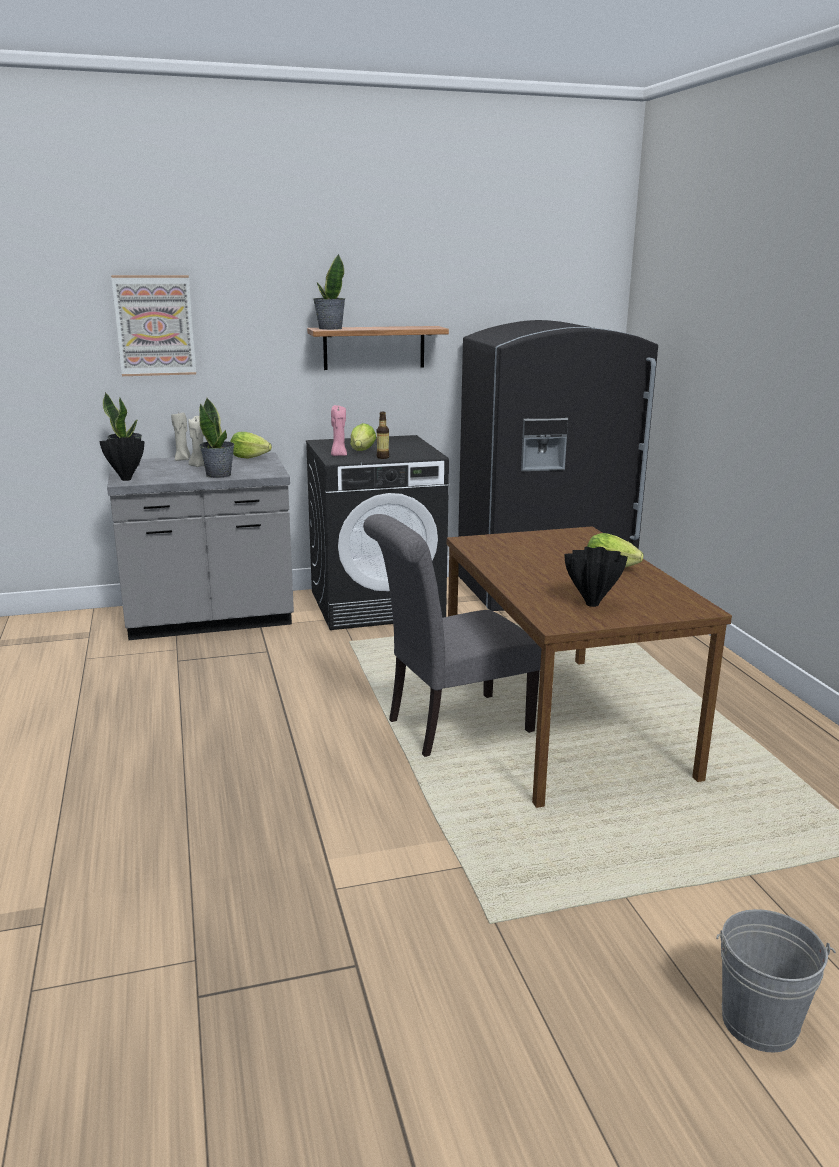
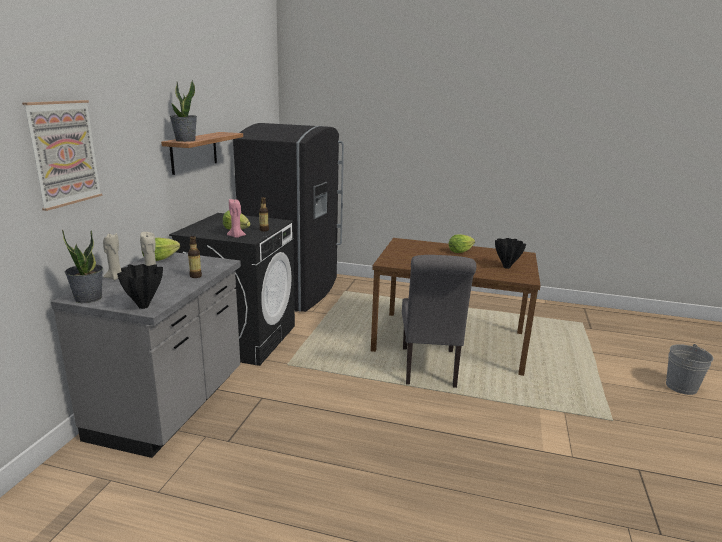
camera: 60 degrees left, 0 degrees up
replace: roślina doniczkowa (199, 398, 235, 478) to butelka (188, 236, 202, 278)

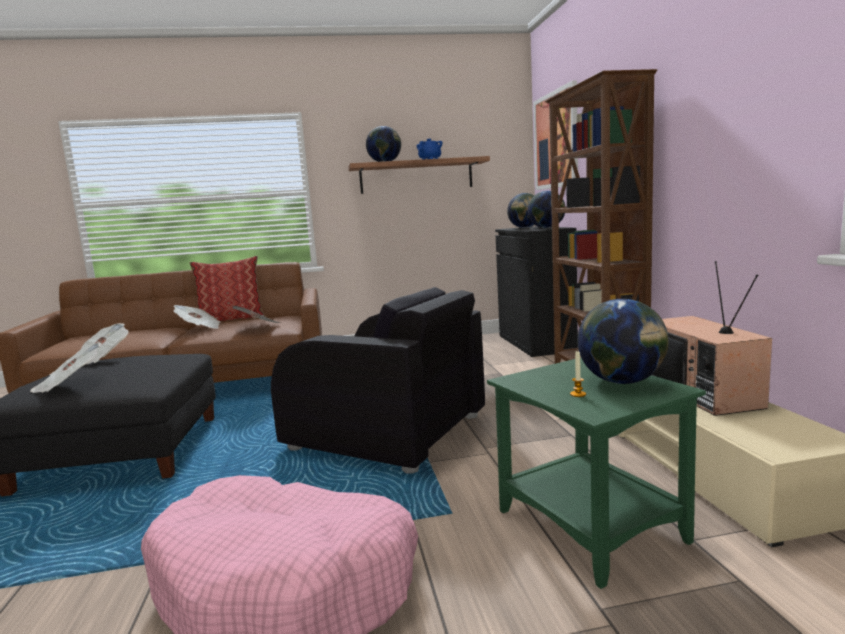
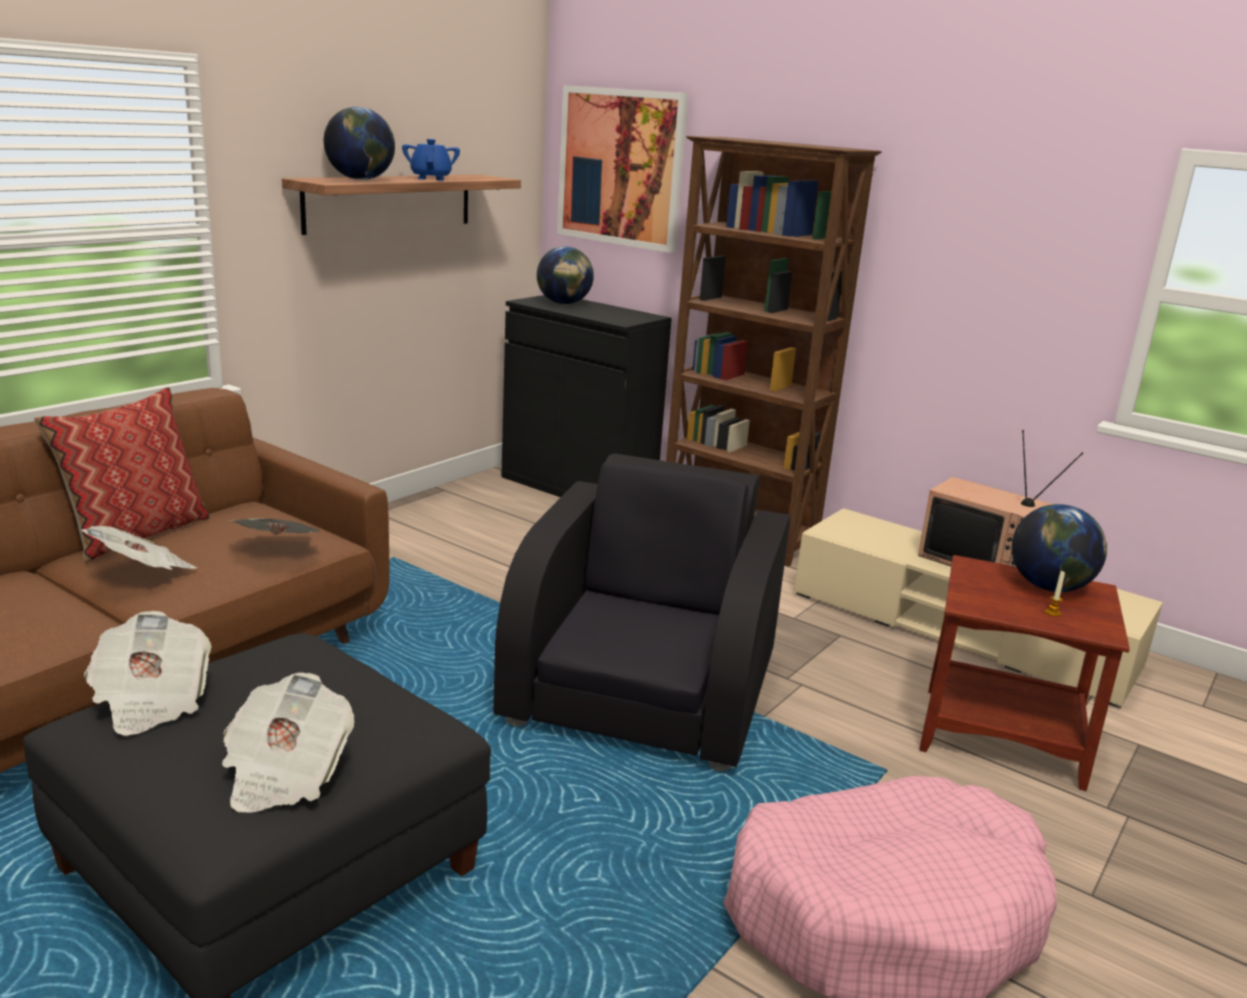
camera: 45 degrees left, 10 degrees up
delete: globus (528, 191, 566, 228)
recolor: stolik [zielony] (487, 358, 706, 589) to stolik [brązowy] (919, 555, 1130, 791)
rotate: fotel [czarny] (271, 287, 485, 474) = (494, 454, 790, 771) 60 degrees counterclockwise

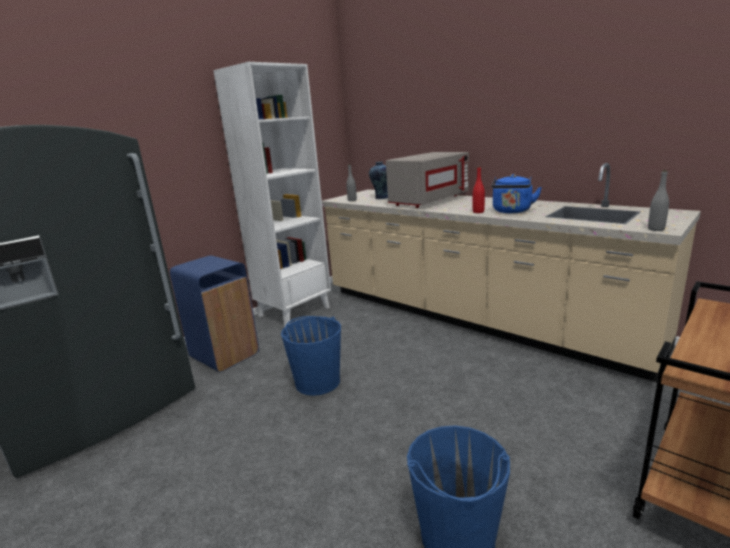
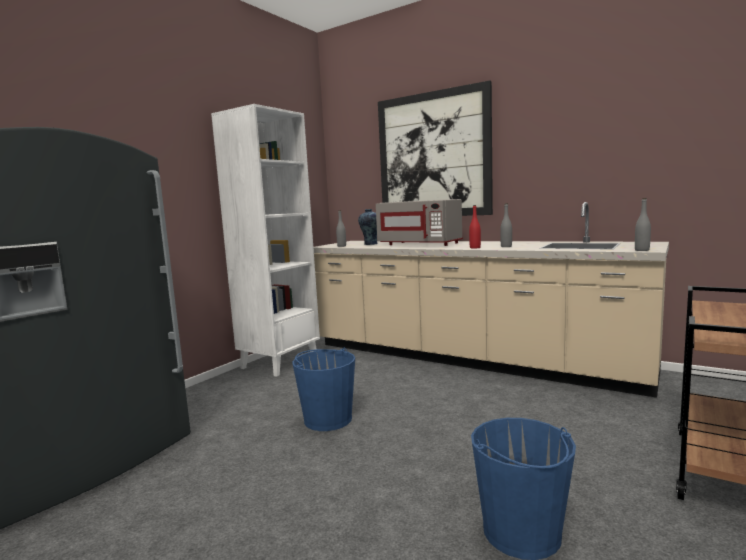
camera: 10 degrees left, 10 degrees down
delete: kosz na śmieci [niebieski] (170, 256, 259, 372)
insert: obraz (378, 80, 493, 216)
replace: czajnik [niebieski] (491, 174, 542, 213) to butelka [szary] (500, 203, 512, 247)
rotate: mikrofalówka [szary] (386, 152, 469, 208) = (376, 199, 463, 246) 90 degrees clockwise

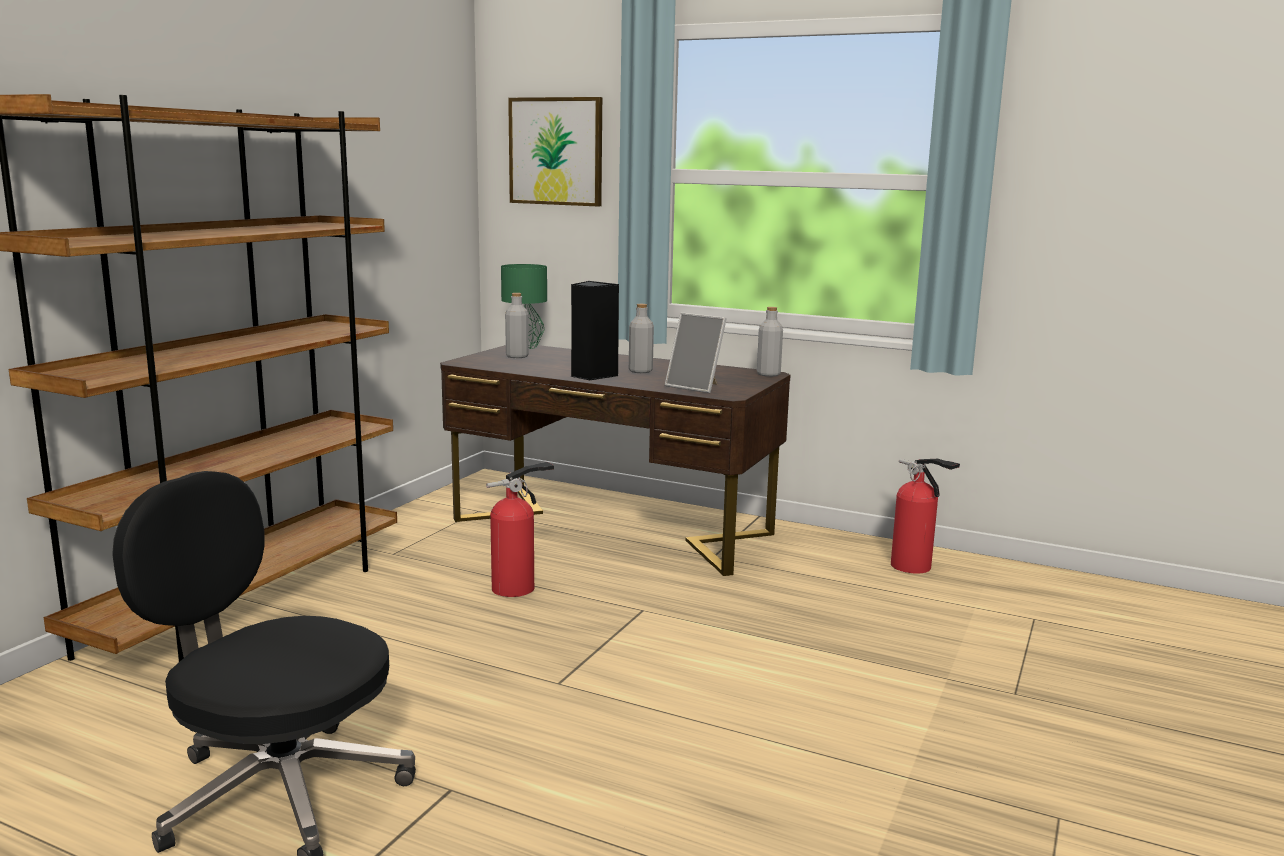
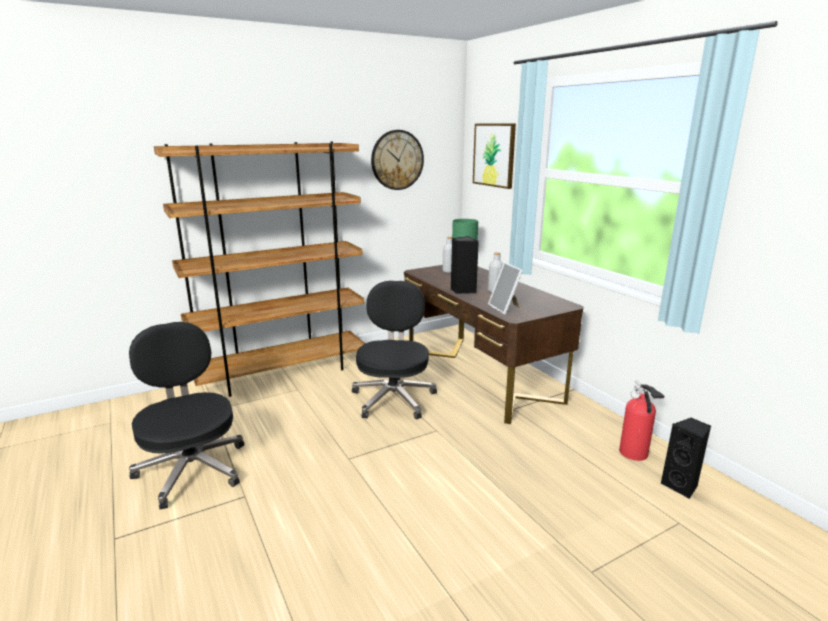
camera: 35 degrees right, 5 degrees up
delete: butelka [szary] (757, 307, 783, 377)
insert: zegar ścienny (371, 130, 424, 190); głośnik [czarny] (661, 417, 711, 499)
replace: gaśnica (486, 462, 554, 597) to krzesło biurowe [czarny] (352, 281, 437, 419)

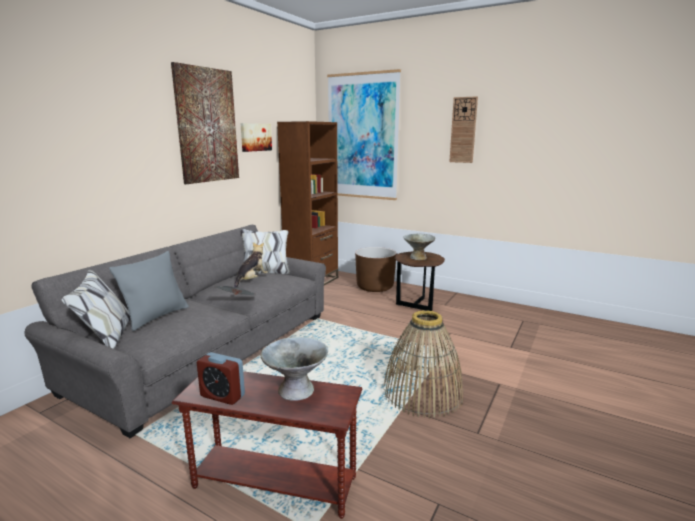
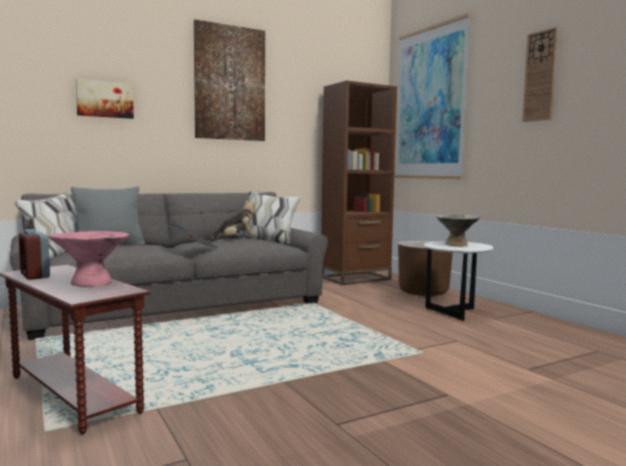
camera: 30 degrees right, 10 degrees down
delete: koszyk (384, 310, 464, 418)
move: obraz (240, 123, 272, 152) to (76, 79, 134, 119)
recolor: miska [szary] (260, 337, 328, 401) to miska [różowy] (48, 231, 129, 287); stolik [brązowy] (395, 252, 445, 311) to stolik [biały] (424, 241, 493, 321)

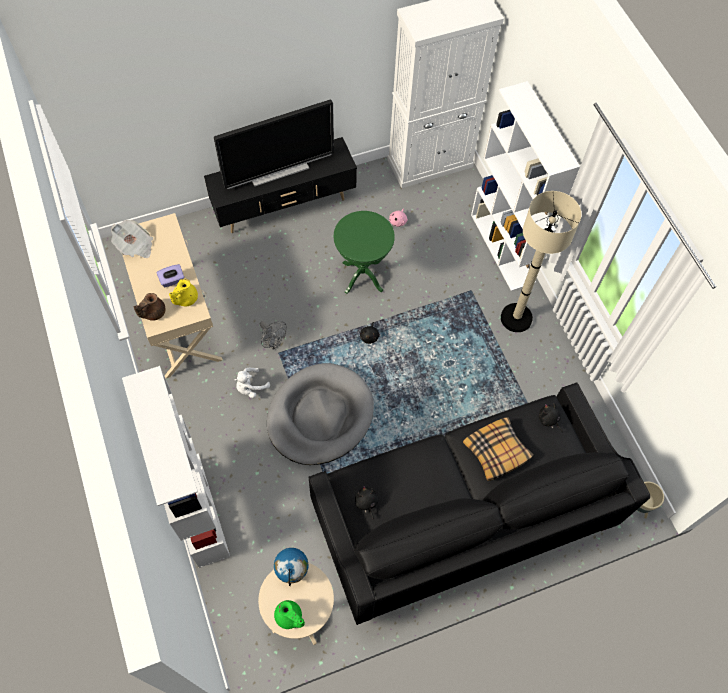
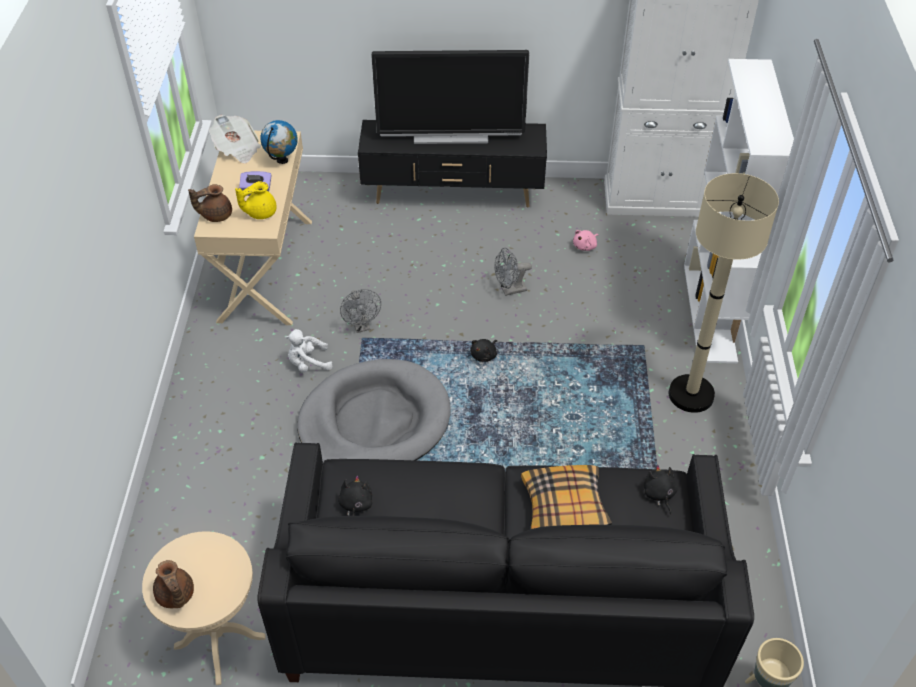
camera: 25 degrees right, 15 degrees down
delete: regał [biały] (122, 366, 230, 568)
move: globus (274, 548, 308, 586) to (260, 120, 298, 164)
replace: stolik [zielony] (334, 211, 395, 294) to wentylator [szary] (495, 248, 532, 296)
recolor: imbryk [zielony] (274, 600, 305, 629) to imbryk [brązowy] (153, 560, 194, 608)

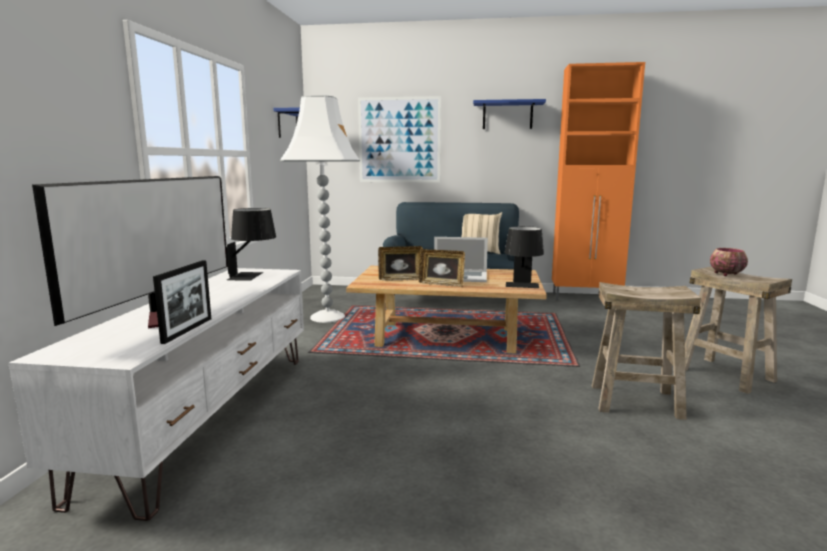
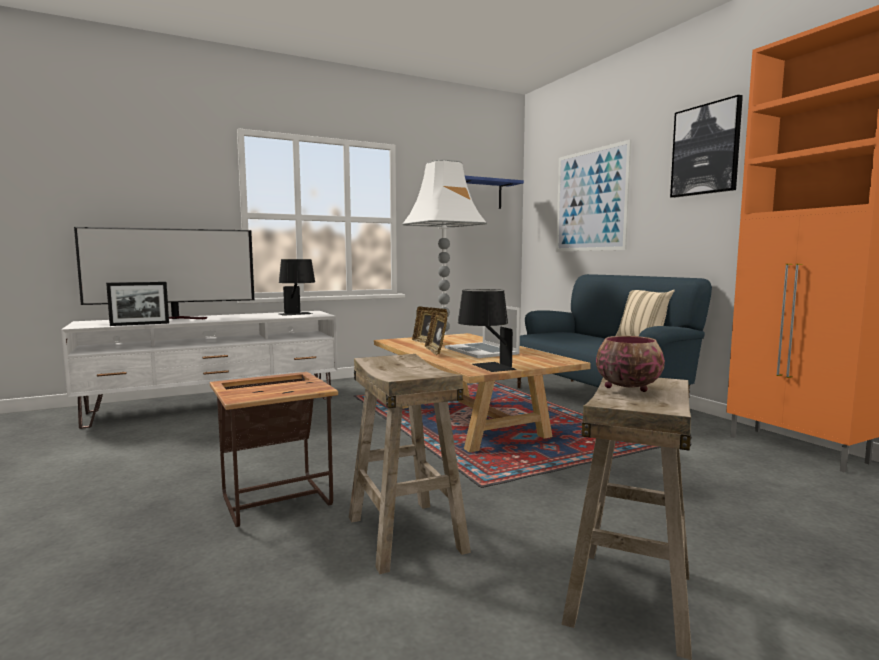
camera: 55 degrees right, 5 degrees down
insert: stolik (210, 372, 338, 527)
replace: półka [niebieski] (473, 99, 546, 129) to obraz (670, 95, 743, 198)

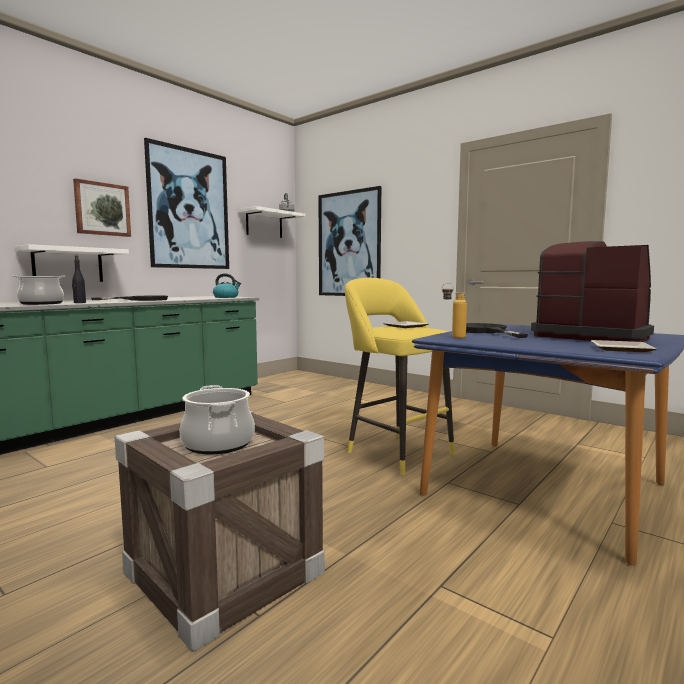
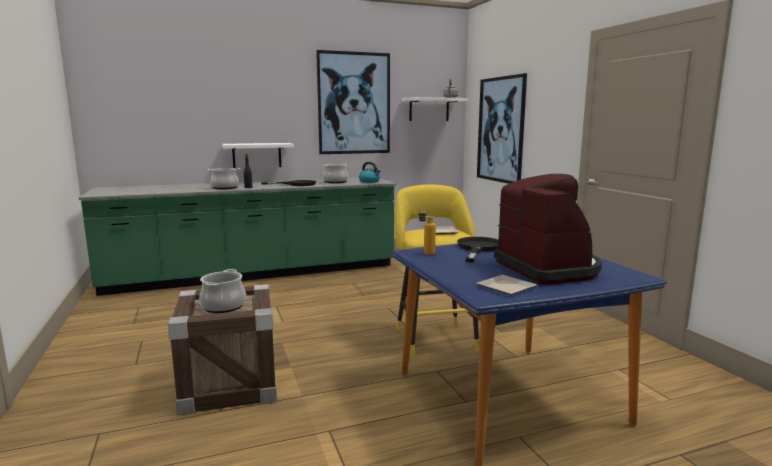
camera: 30 degrees right, 5 degrees up
delete: obraz (73, 178, 131, 237)
insert: garnek (323, 164, 348, 183)

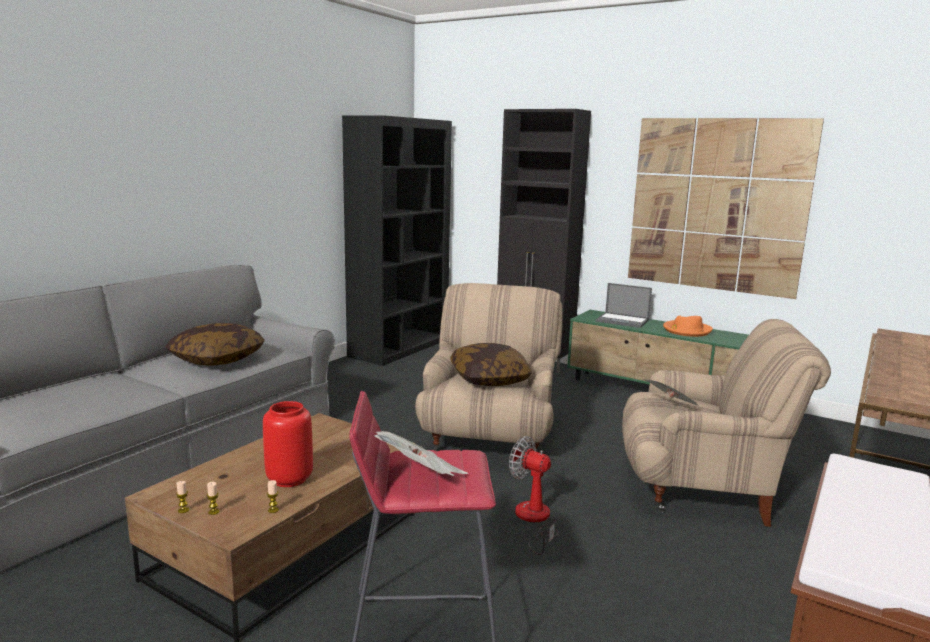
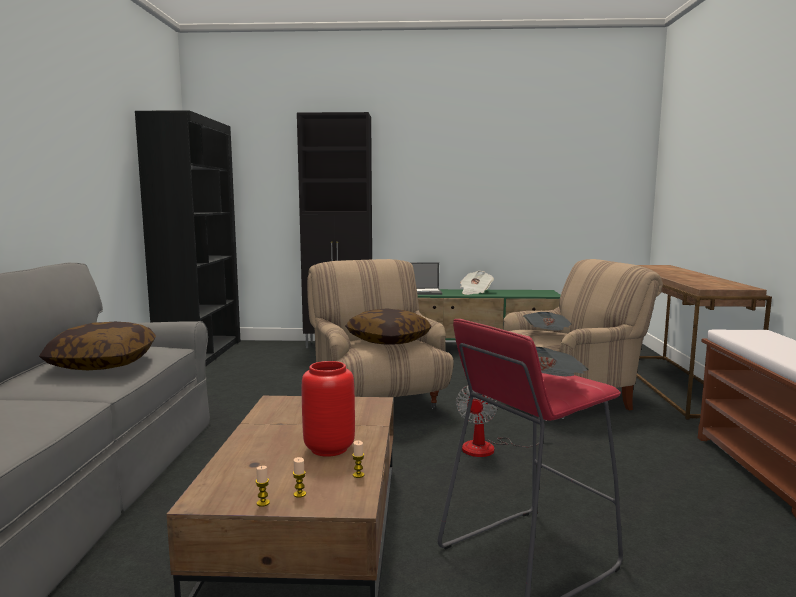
camera: 30 degrees left, 5 degrees down
delete: obraz (628, 118, 824, 299)
replace: kapelusz [pomarańczowy] (663, 315, 713, 337) to gazeta (460, 271, 494, 295)
rotate: wentylator (509, 436, 558, 555) = (456, 385, 547, 457) 75 degrees counterclockwise

